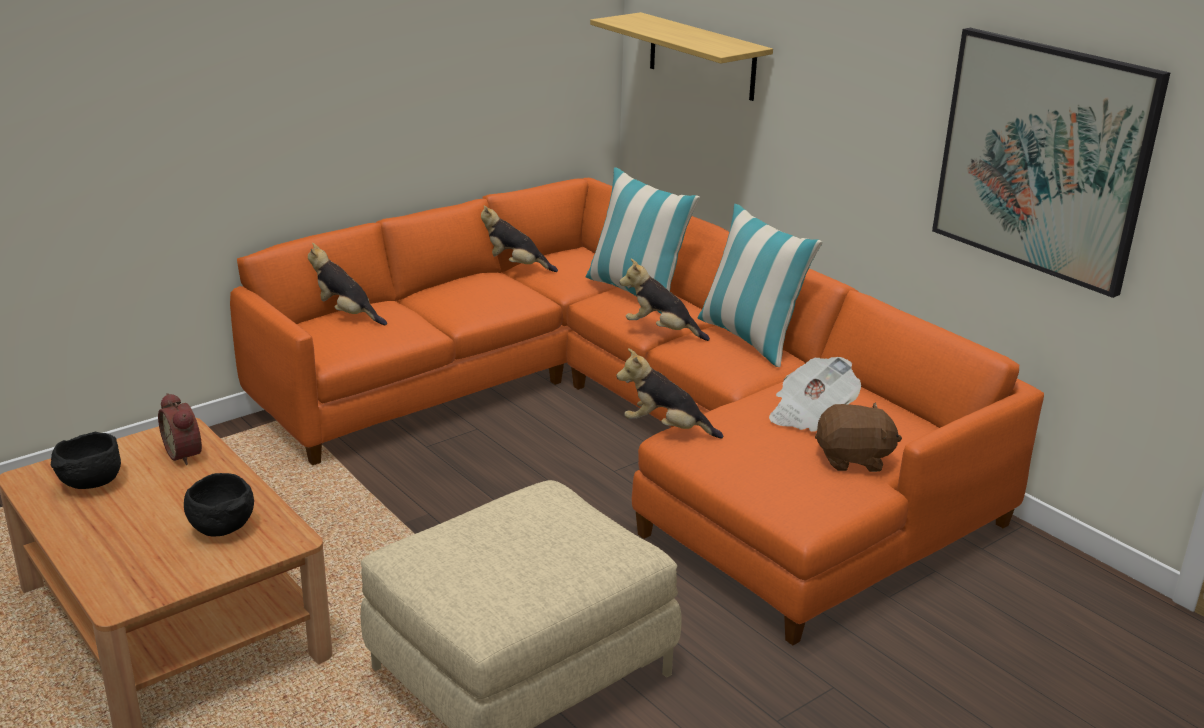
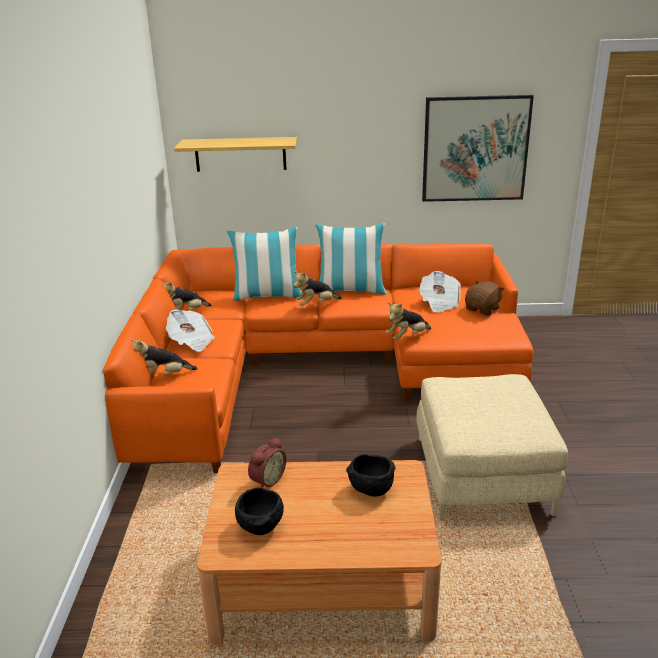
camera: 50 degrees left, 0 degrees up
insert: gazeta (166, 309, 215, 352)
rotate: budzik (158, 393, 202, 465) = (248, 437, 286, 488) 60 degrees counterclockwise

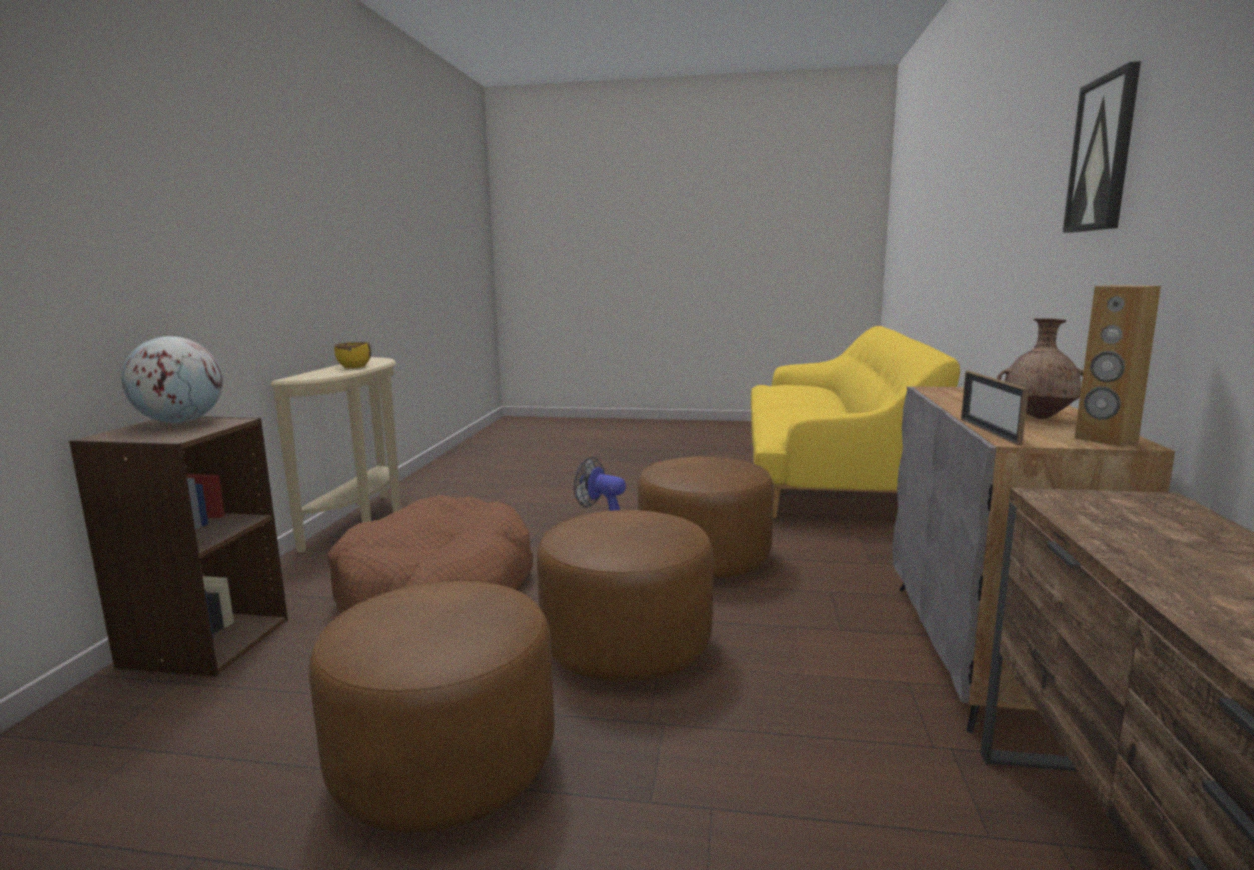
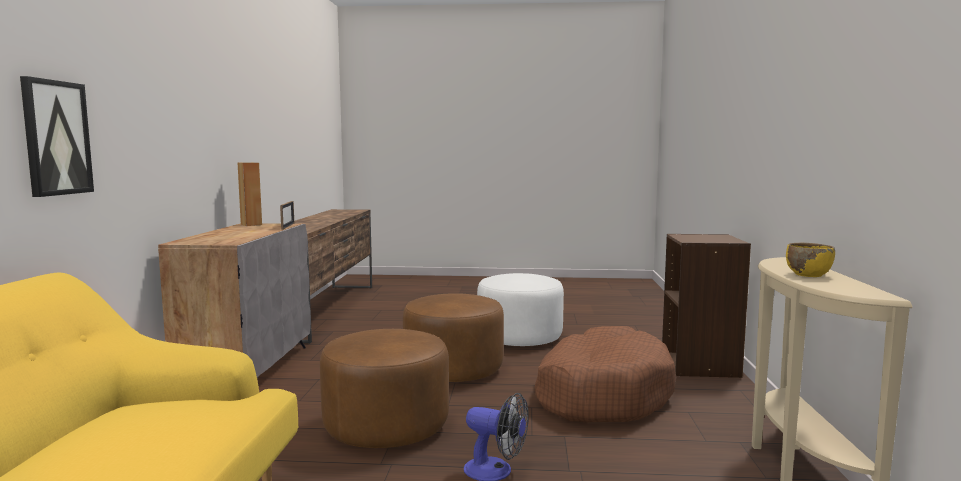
camera: 175 degrees right, 5 degrees down
delete: globus (121, 336, 223, 423); wazon [brązowy] (997, 318, 1084, 419)
move: obraz (1063, 61, 1141, 233) to (20, 76, 94, 197)
recolor: pufa [brązowy] (309, 580, 554, 833) to pufa [biały] (477, 273, 564, 346)

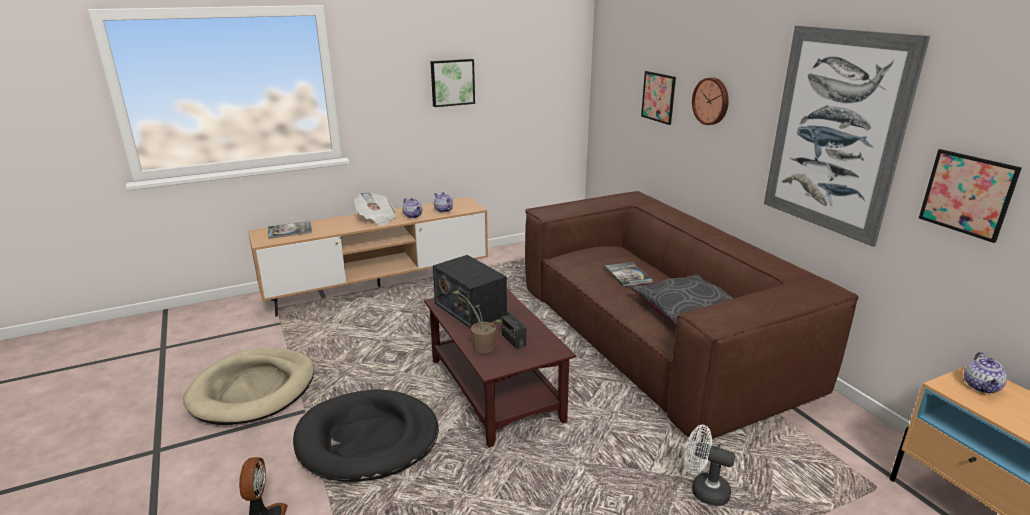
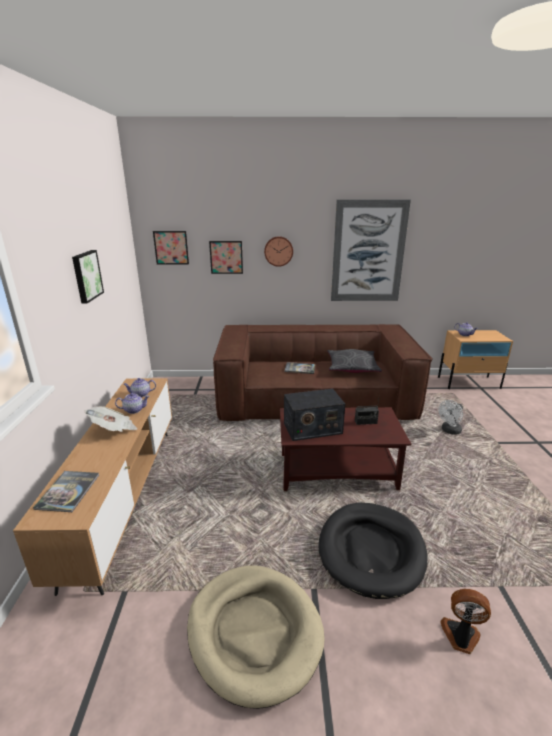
camera: 65 degrees left, 0 degrees up
delete: roślina doniczkowa (453, 291, 502, 353)
move: obraz (919, 149, 1022, 243) to (153, 231, 189, 265)

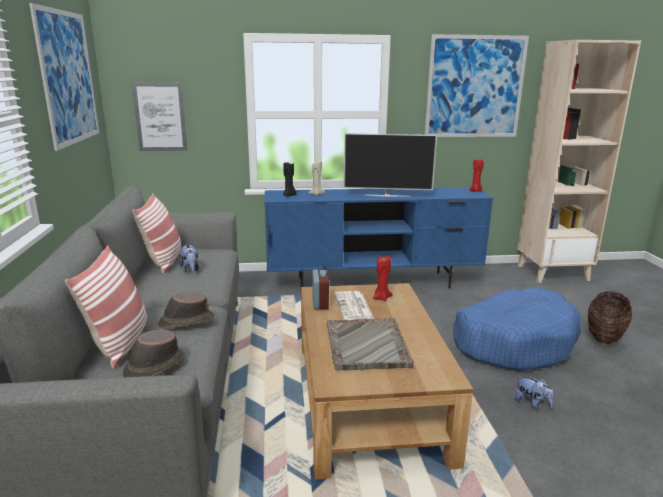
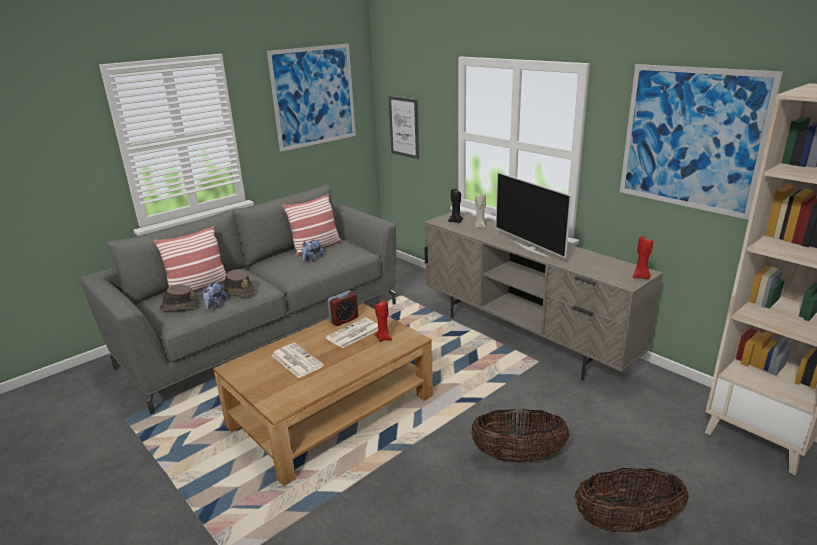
camera: 55 degrees right, 5 degrees up
move: pluszak (515, 376, 553, 409) to (202, 281, 227, 309)
replace: taca [szary] (327, 318, 414, 370) to gazeta (272, 343, 324, 378); legowisko [niebieski] (453, 288, 581, 371) to koszyk (471, 409, 570, 463)
recolor: szafka pod telewizor [niebieski] (264, 187, 493, 289) to szafka pod telewizor [beżowy] (424, 212, 663, 380)

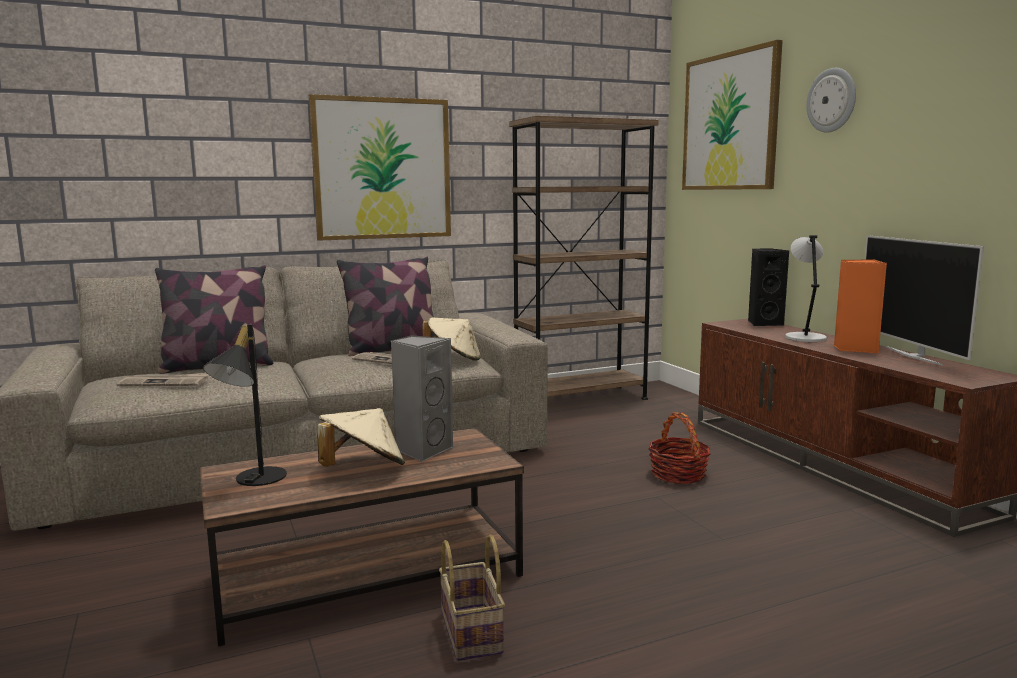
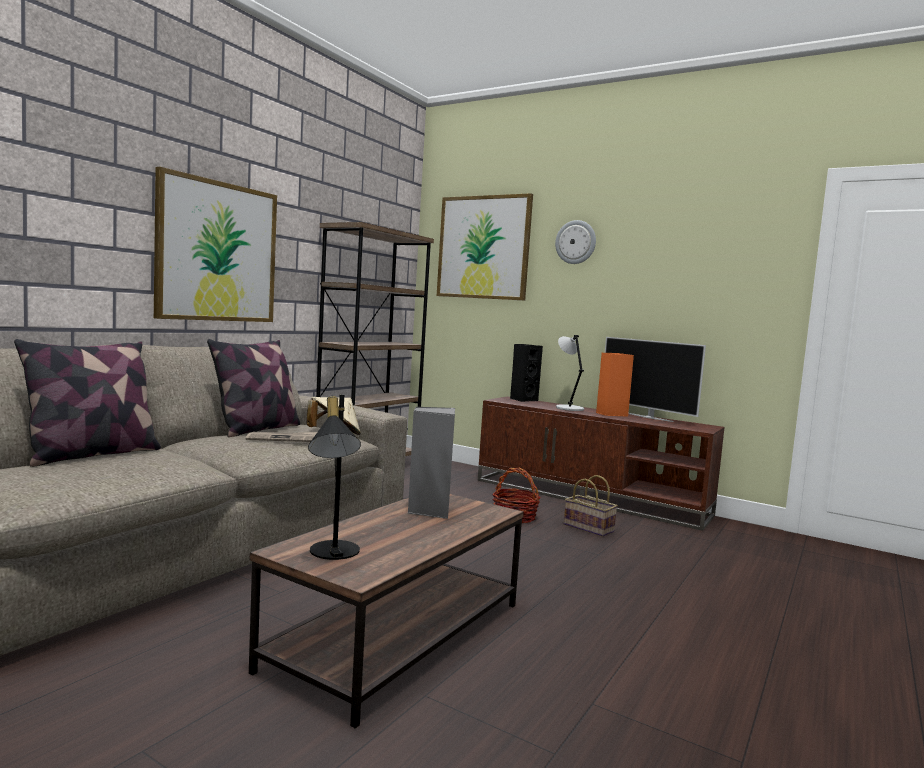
camera: 35 degrees left, 5 degrees down
delete: gazeta (117, 373, 208, 386); kapelusz [beżowy] (317, 408, 405, 467)
move: koszyk (439, 535, 505, 661) to (564, 475, 618, 537)

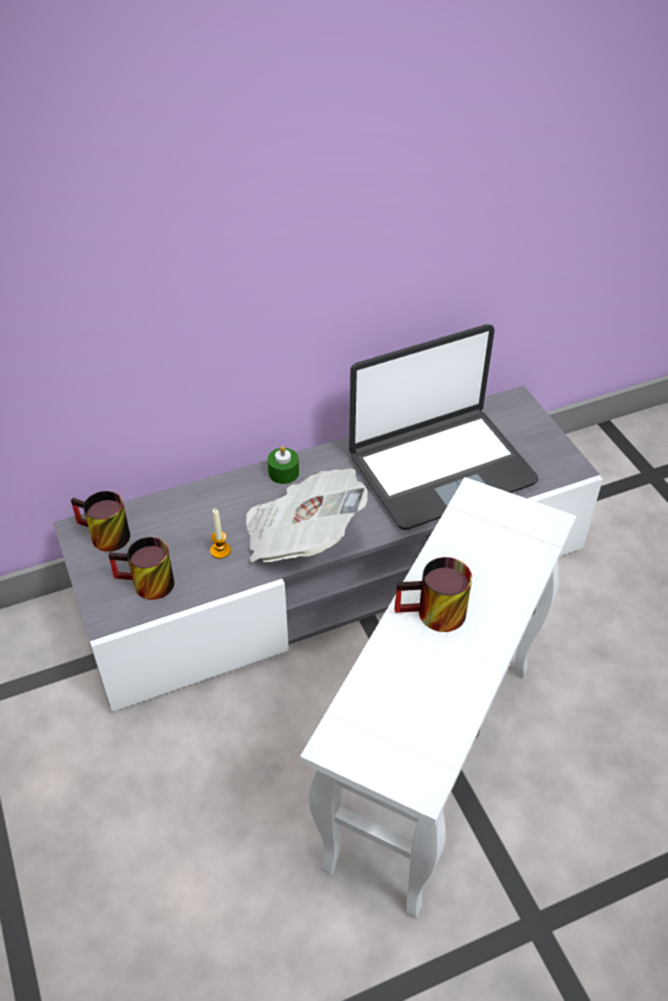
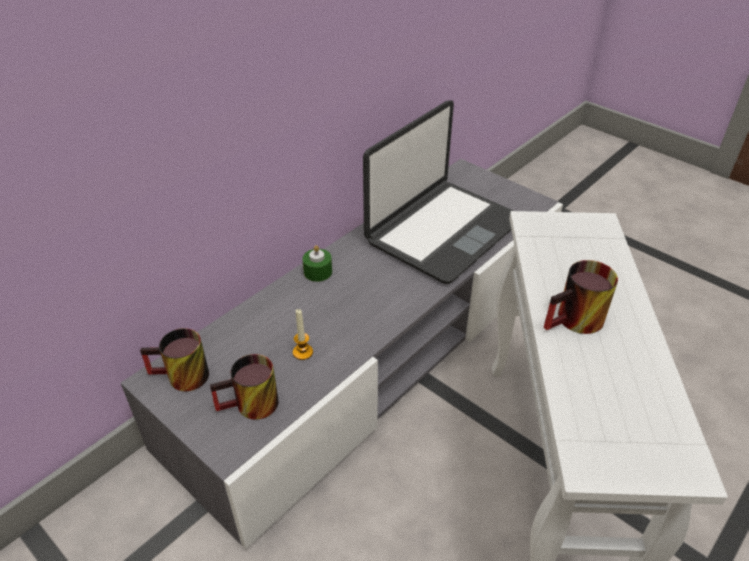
camera: 25 degrees left, 5 degrees down
delete: gazeta (246, 468, 368, 562)

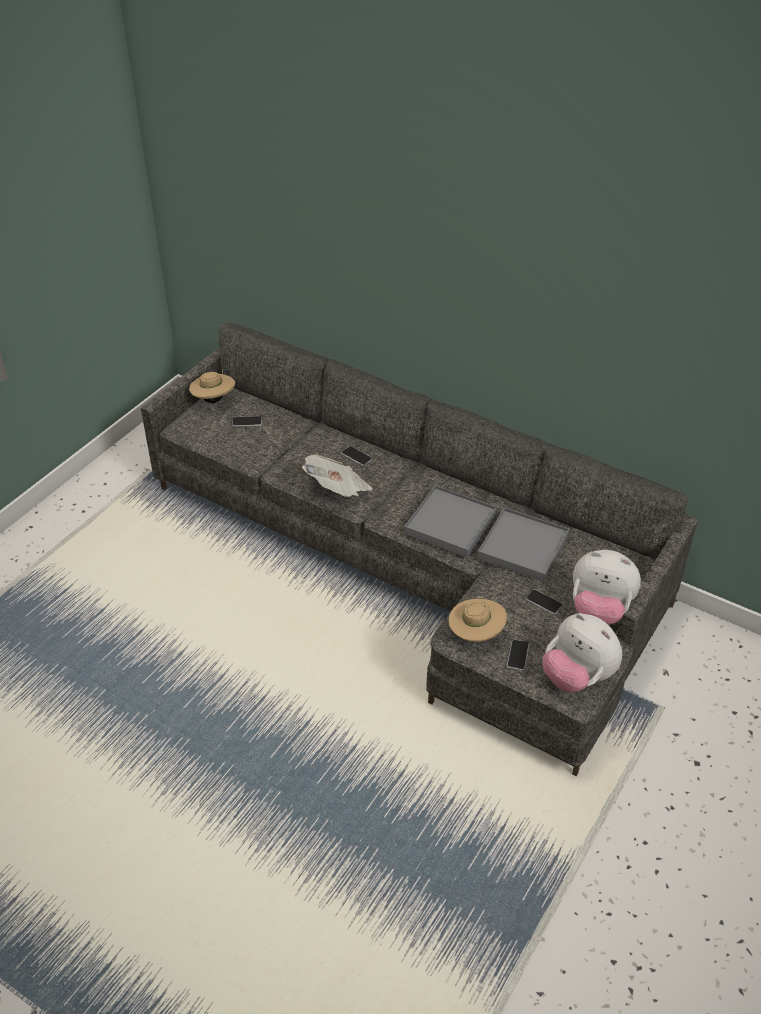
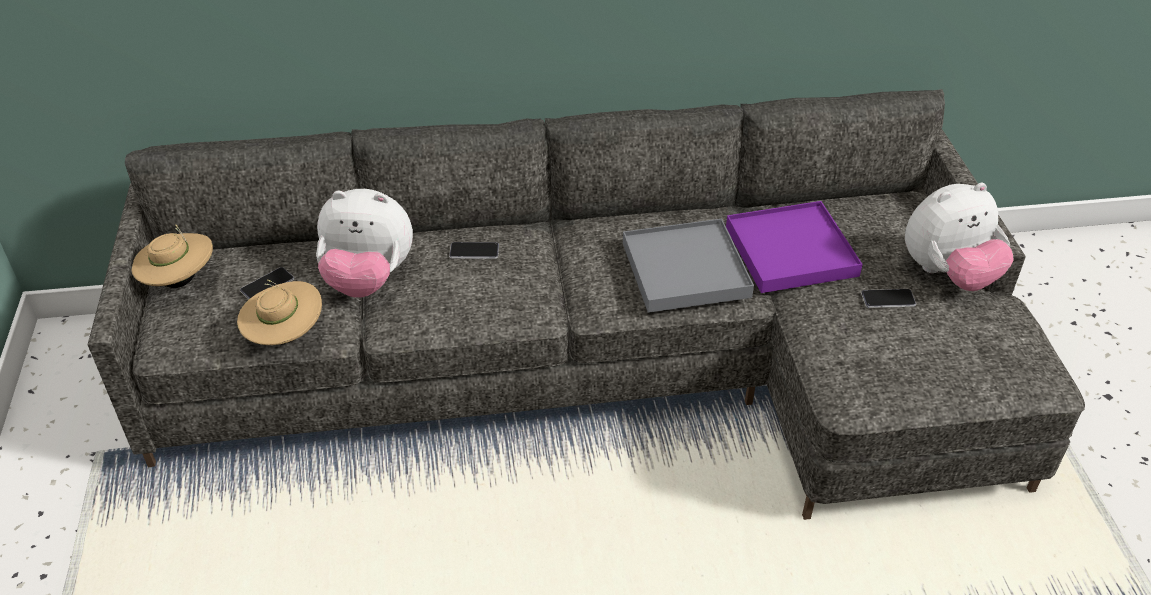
camera: 40 degrees left, 0 degrees up
delete: gazeta (302, 454, 373, 497); telefon (507, 640, 529, 670)
move: kapelusz [beżowy] (448, 596, 507, 642) to (237, 279, 322, 345); pluszak (543, 613, 622, 692) to (316, 189, 413, 298)
recolor: taca [szary] (477, 508, 569, 582) to taca [fioletowy] (726, 201, 863, 293)

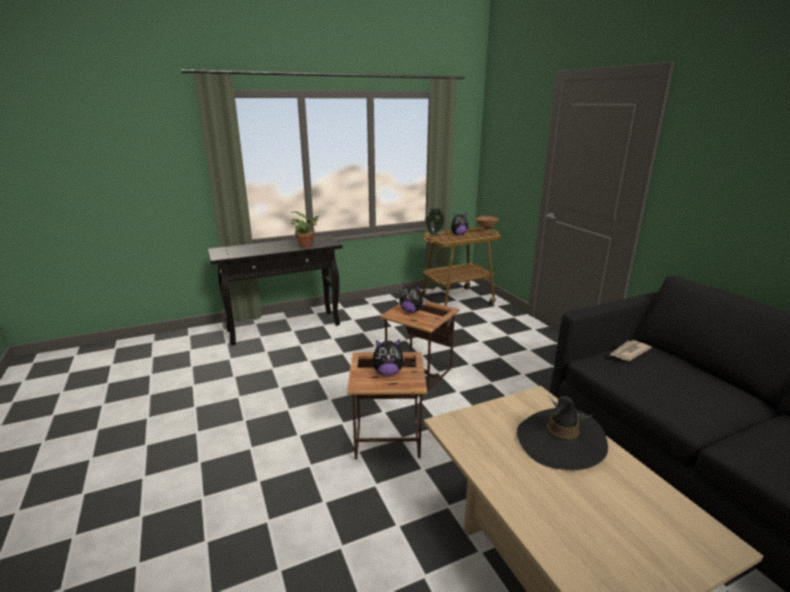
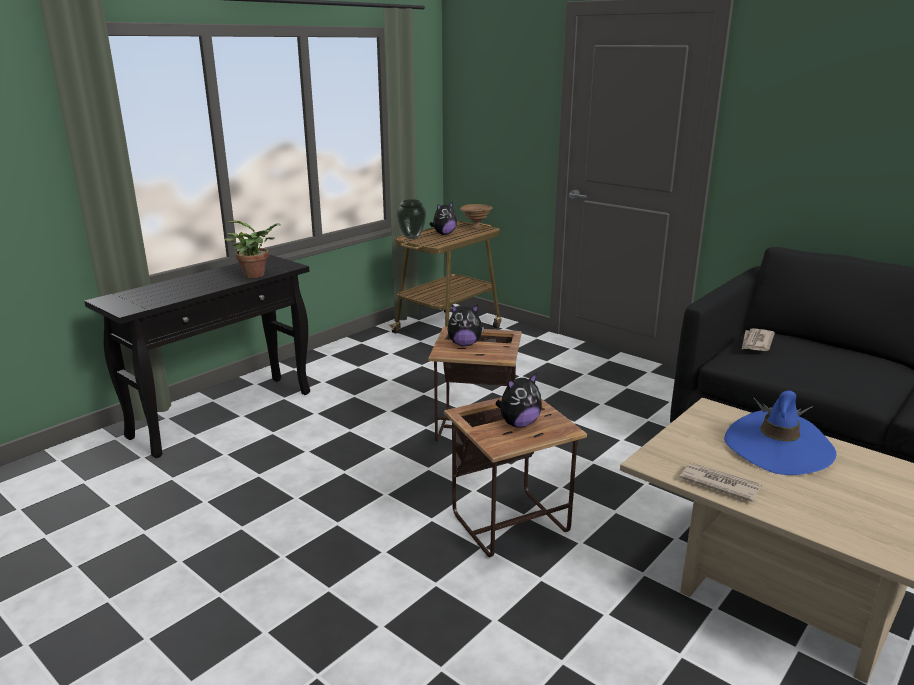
camera: 25 degrees left, 0 degrees up
insert: gazeta (680, 462, 762, 502)
recolor: kapelusz [czarny] (517, 395, 608, 470) to kapelusz [niebieski] (724, 391, 836, 475)

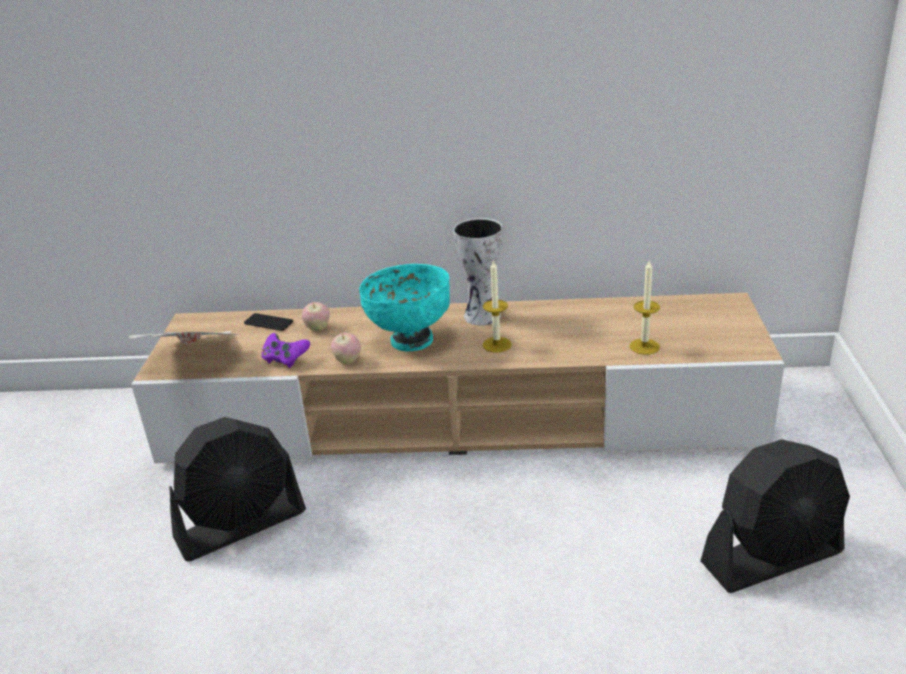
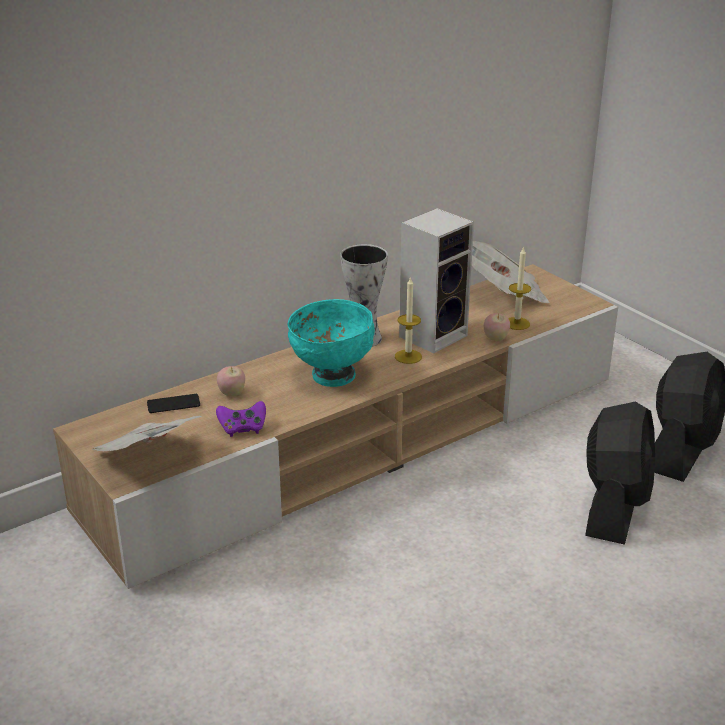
camera: 40 degrees left, 0 degrees up
insert: głośnik (399, 208, 474, 354); gazeta (472, 241, 550, 303)
move: jabłko (331, 333, 361, 364) to (484, 313, 510, 341); wentylator [czarny] (169, 417, 306, 561) to (585, 401, 655, 545)

